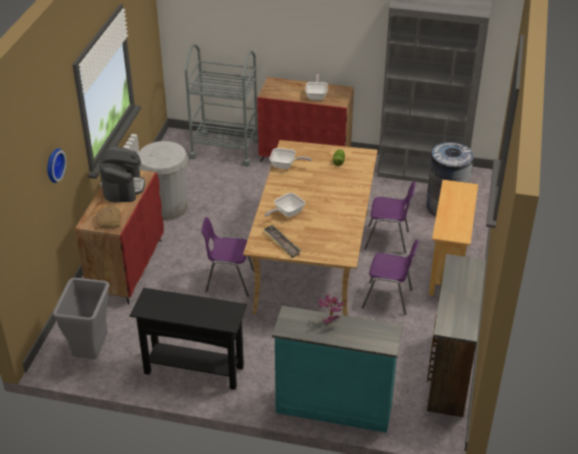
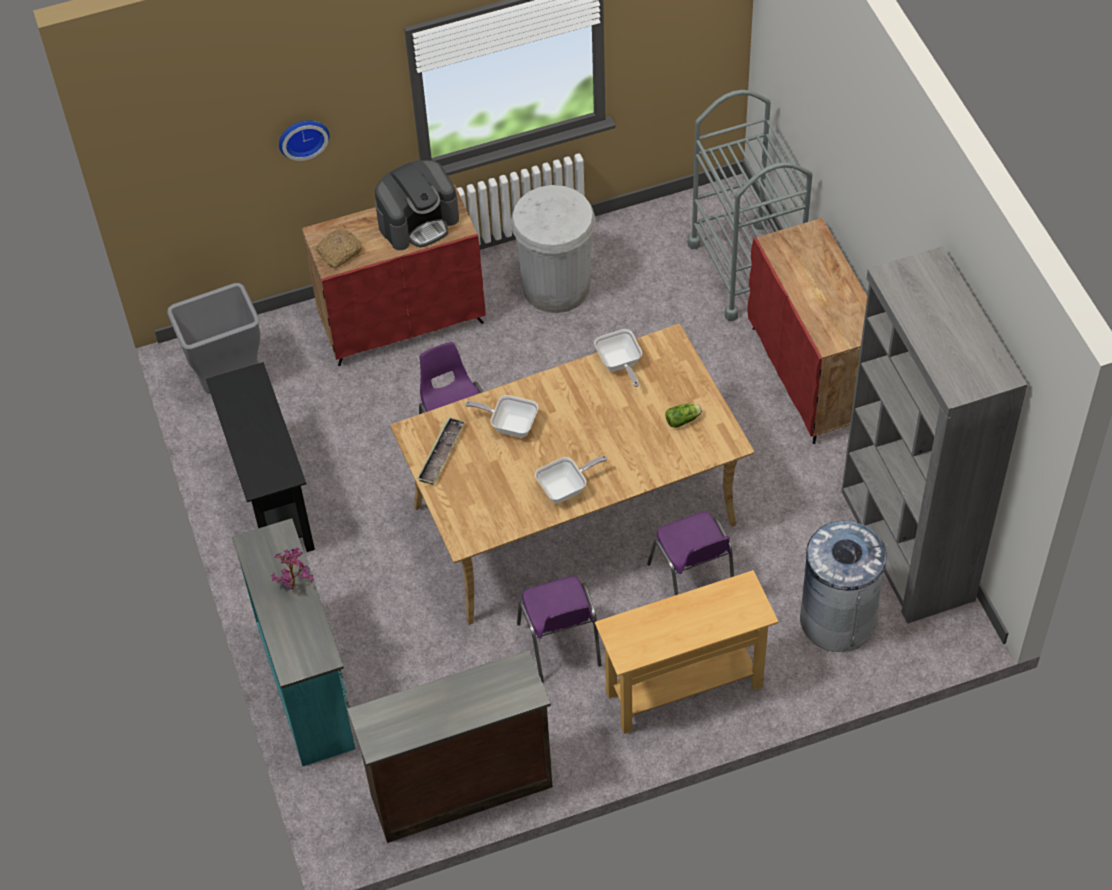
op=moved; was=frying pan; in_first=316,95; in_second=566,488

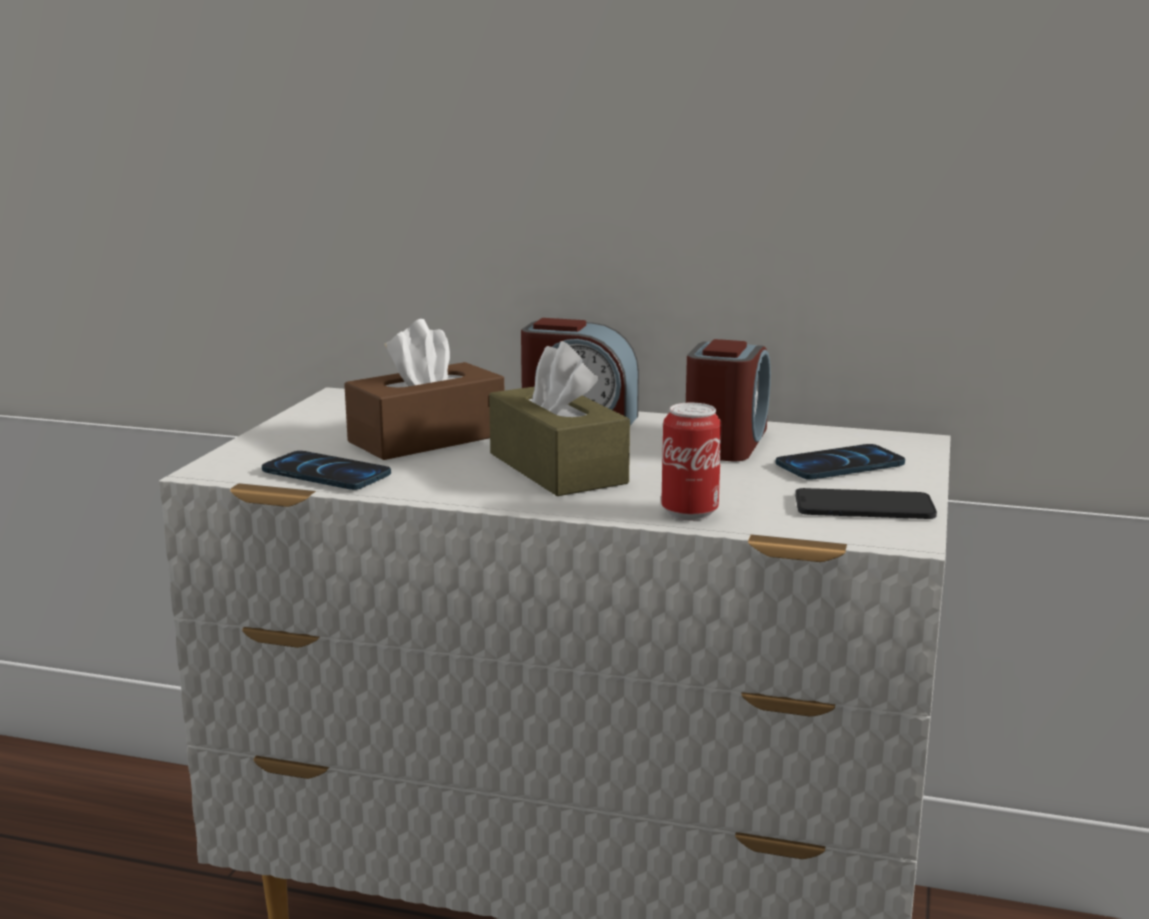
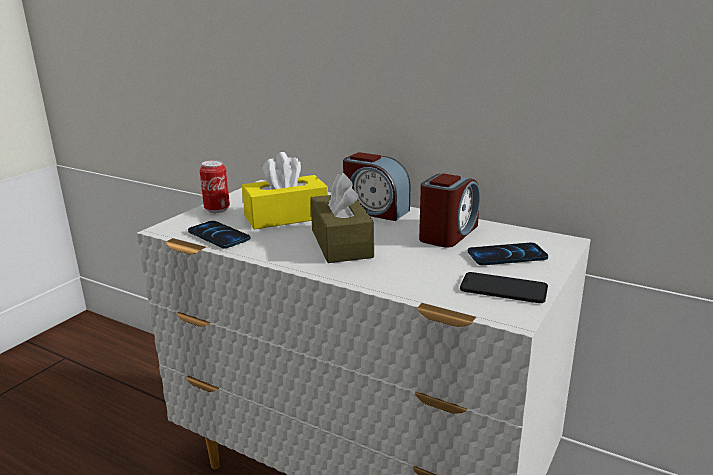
op=moved; was=can; in_first=689,513; in_second=217,209
op=recoloured; was=brown tissue box; now=yellow tissue box; in_first=427,438; in_second=286,217

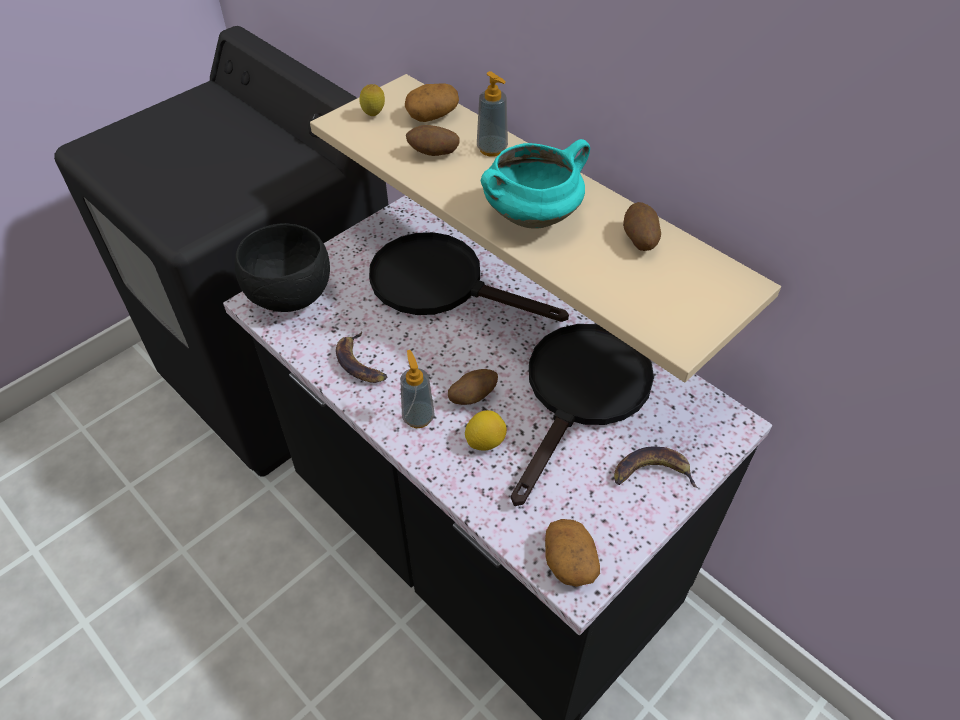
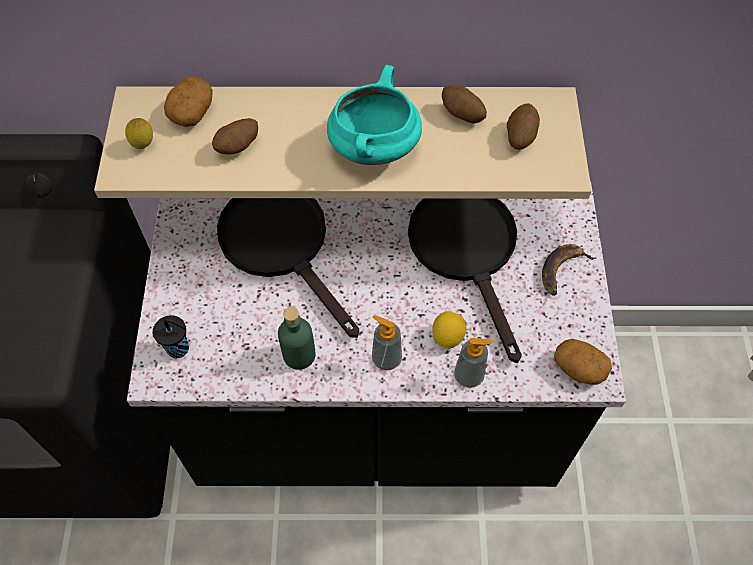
op=replaced; was=black bowl; now=black cup; in_first=292,297; in_second=179,349
op=turned; was=black frying pan; in_first=442,284; in_second=283,246; clockwise=75
op=replaced; was=banana; now=green bottle; in_first=361,363; in_second=299,355
op=moved; was=soap dispenser; in_first=492,149; in_second=469,376
op=moved; was=potato; in_first=472,396; in_second=519,137

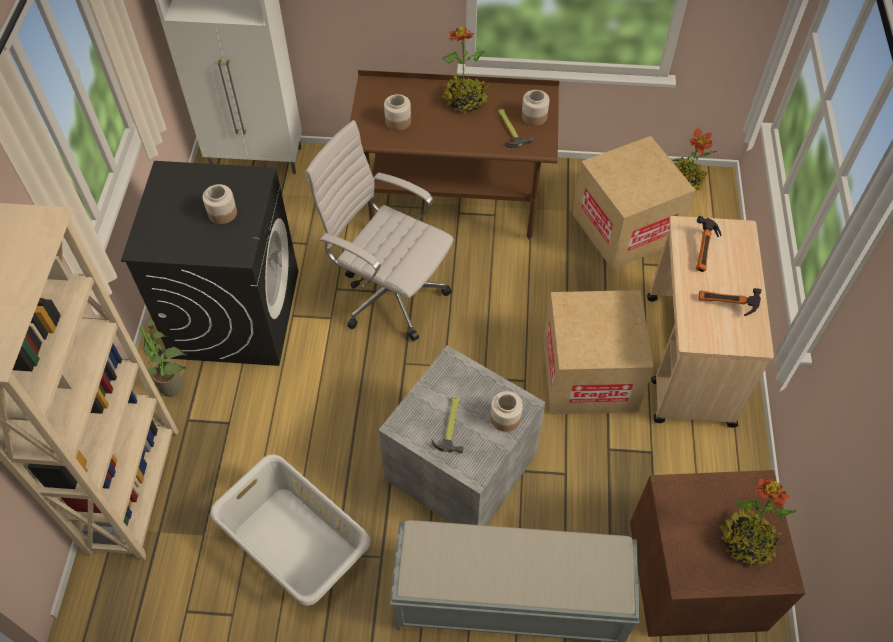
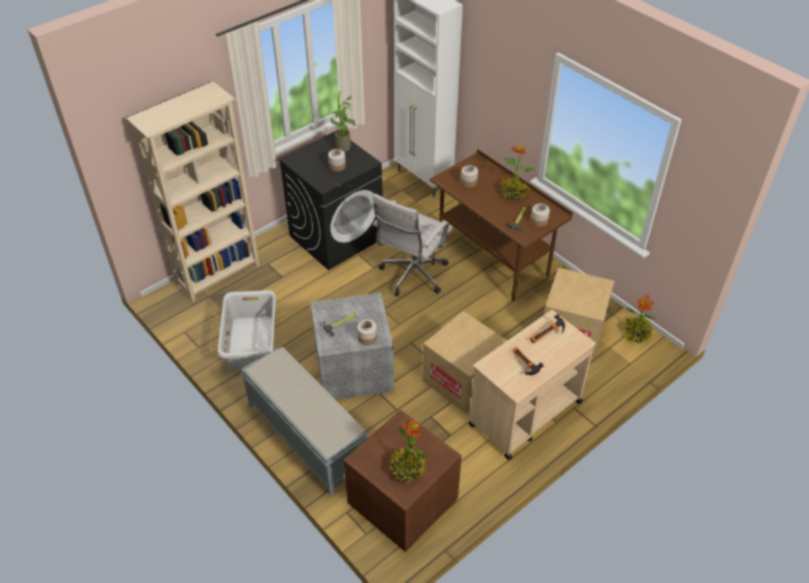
op=moved; was=potted plant; in_first=175,386; in_second=345,148
op=turned; was=white office chair; in_first=388,294; in_second=412,276; clockwise=-135

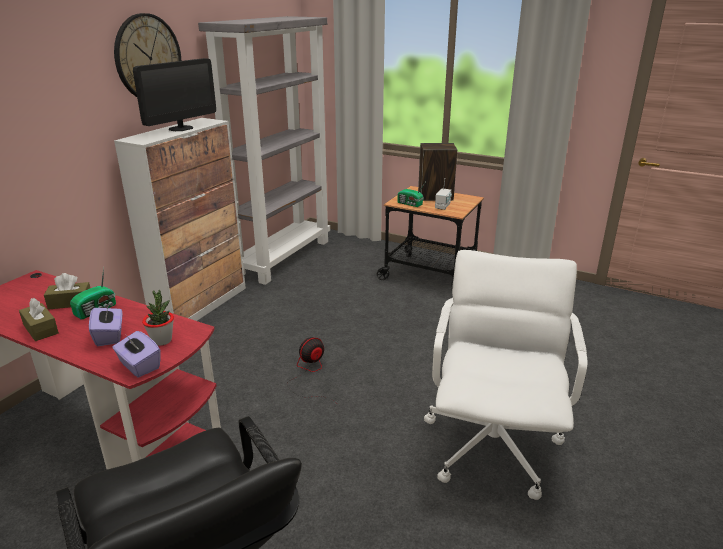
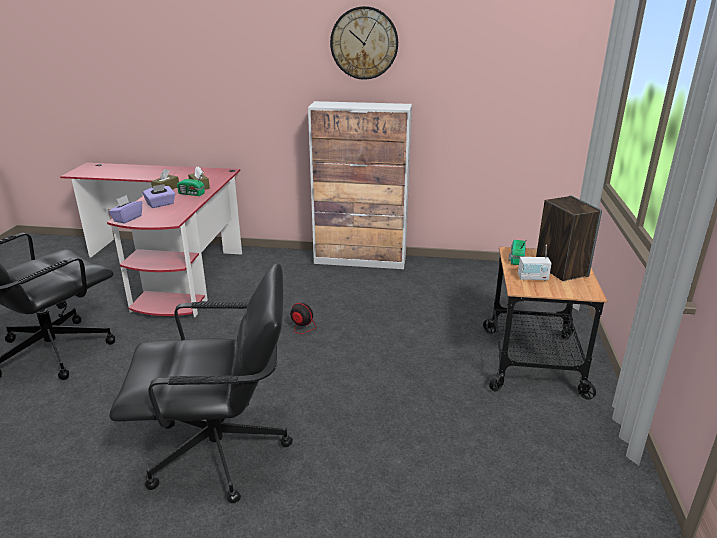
op=recoloured; was=white office chair; now=black office chair; in_first=493,446; in_second=220,452
op=removed; was=monitor; in_first=181,128
op=removed; was=potted plant; in_first=162,340
op=removed; was=grey bookcase; in_first=283,257

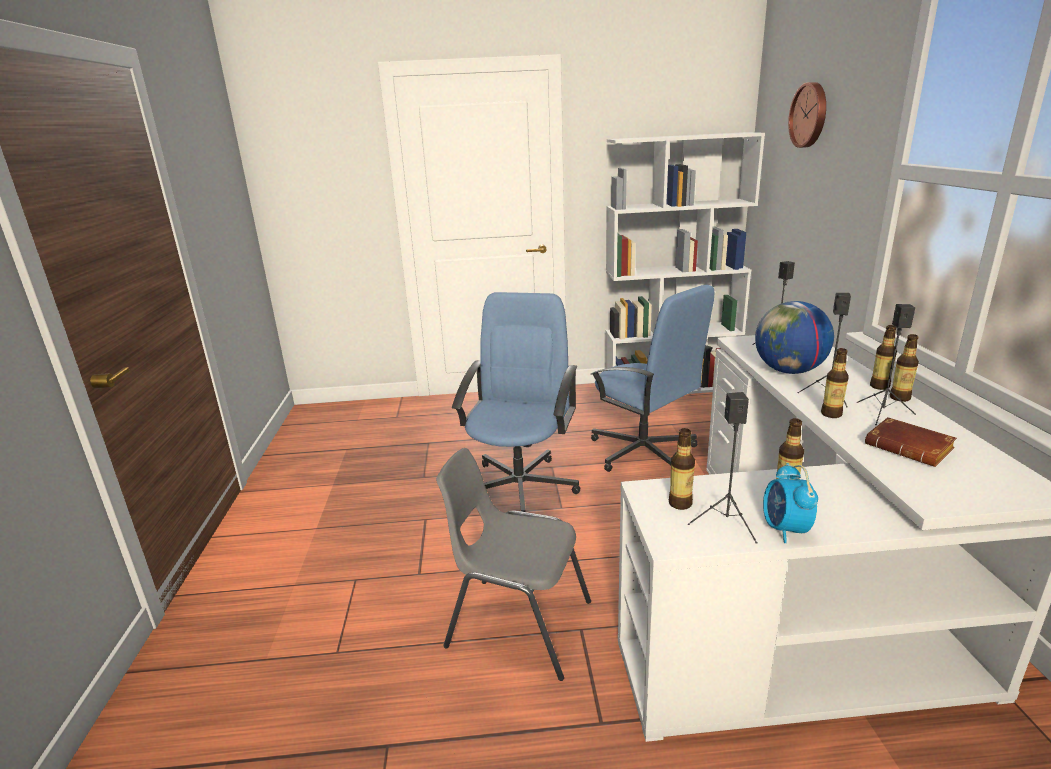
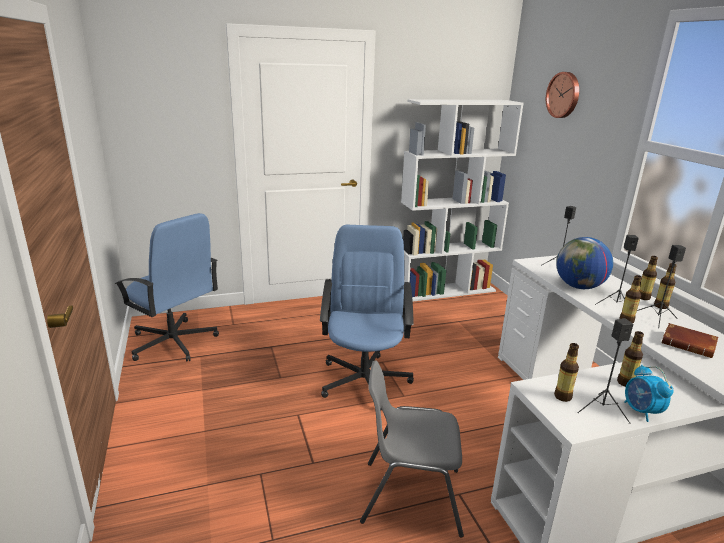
op=moved; was=blue office chair; in_first=644,452; in_second=173,342

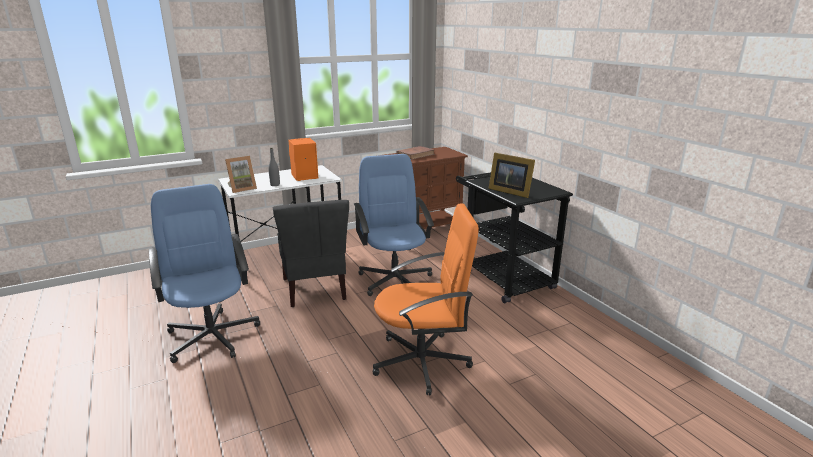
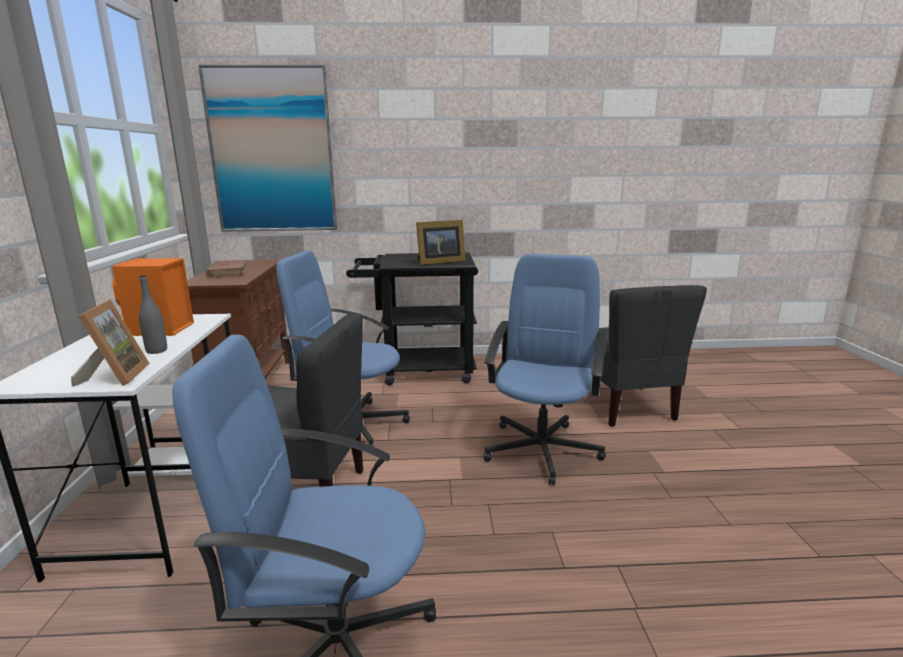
op=added; now=picture; in_second=272,151
op=recoloured; was=orange office chair; now=blue office chair; in_first=423,361; in_second=542,449
op=added; now=grey chair; in_second=625,406

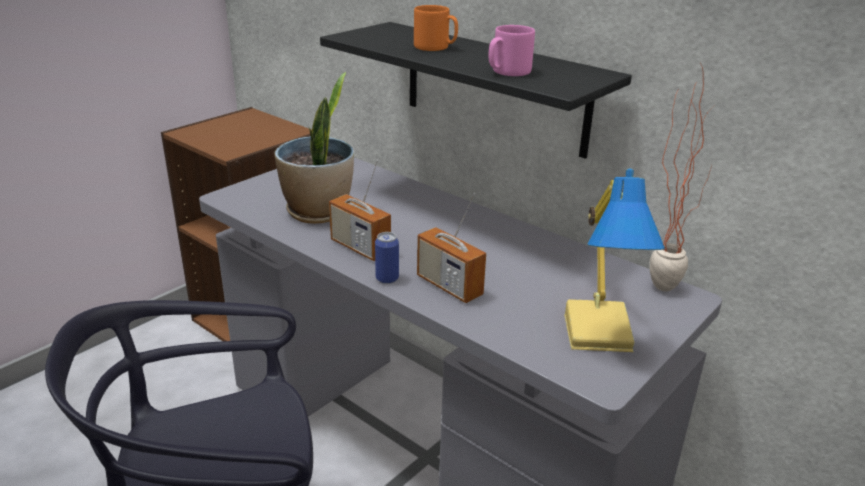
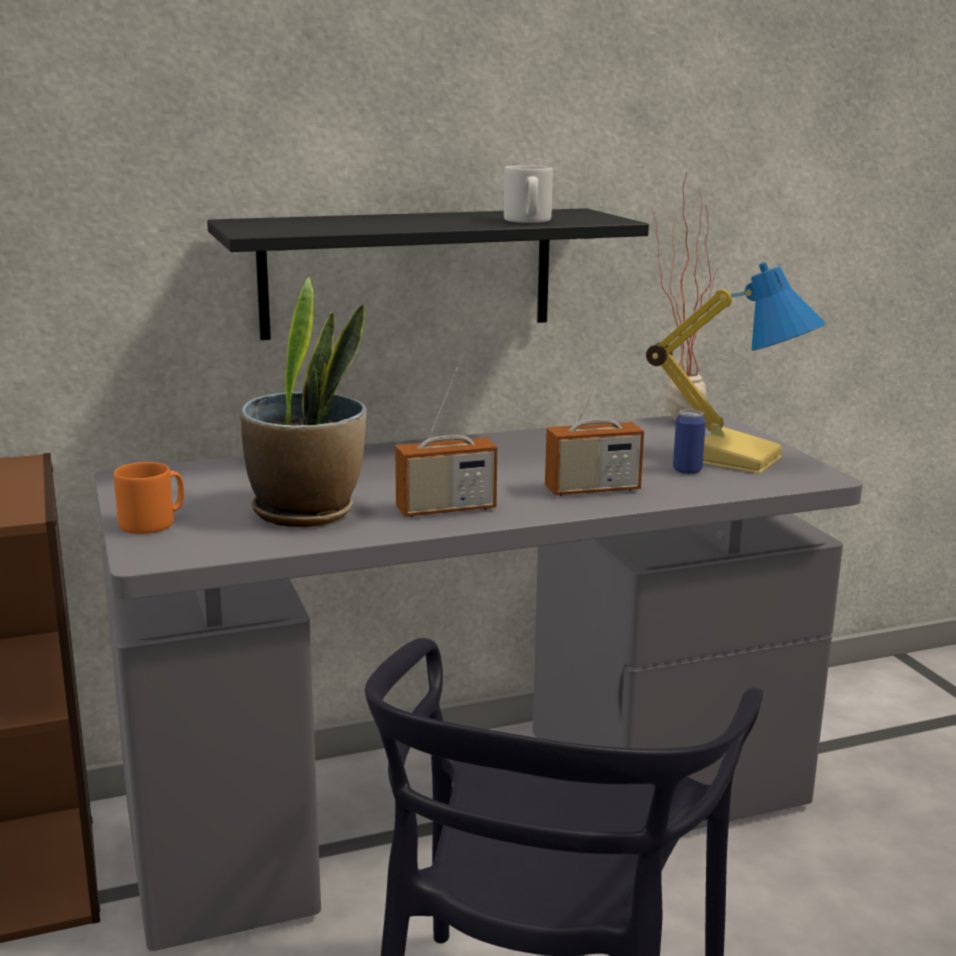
op=moved; was=orange mug; in_first=435,47; in_second=153,523
op=recoloured; was=pink mug; now=grey mug; in_first=507,72; in_second=528,221
op=moved; was=can; in_first=387,278; in_second=687,470

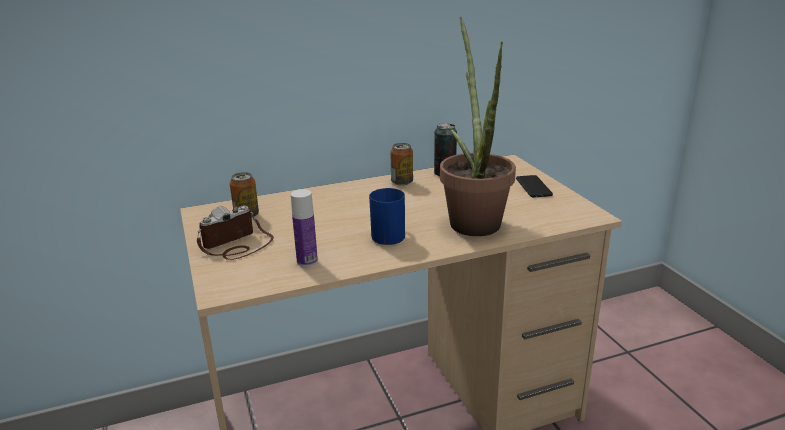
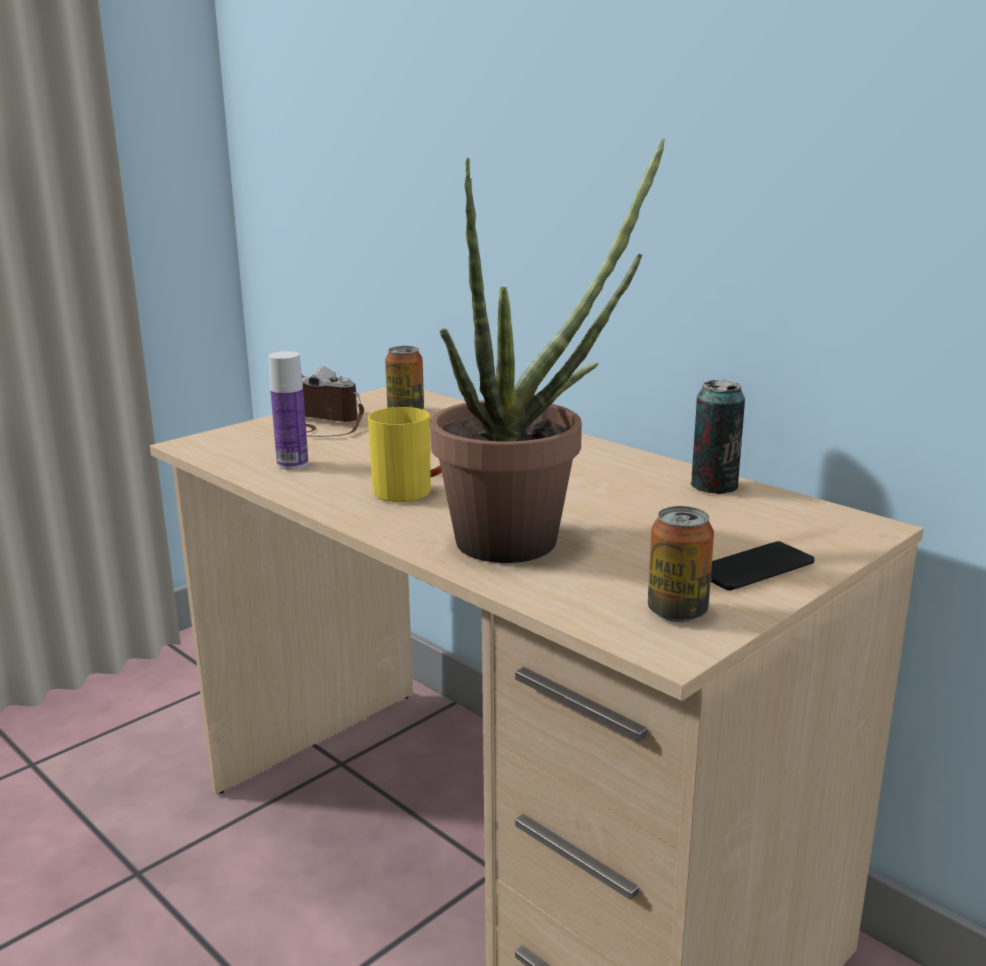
op=recoloured; was=blue mug; now=yellow mug; in_first=389,234; in_second=414,491
op=moved; was=can; in_first=402,182; in_second=677,612

